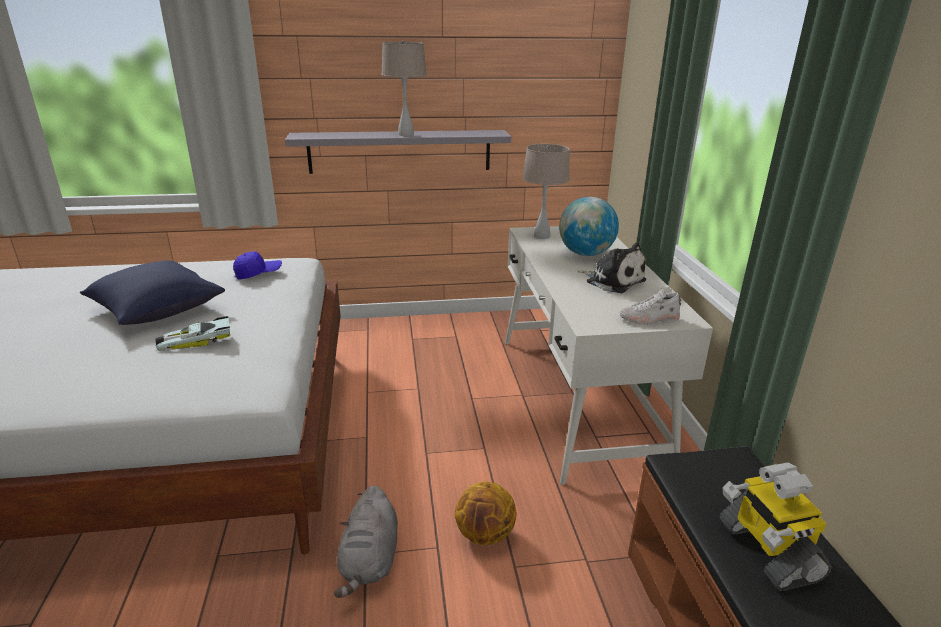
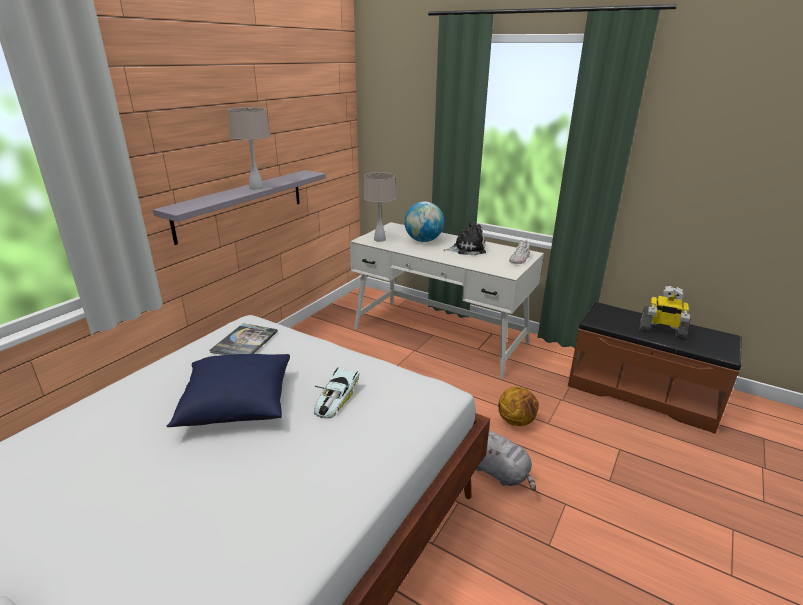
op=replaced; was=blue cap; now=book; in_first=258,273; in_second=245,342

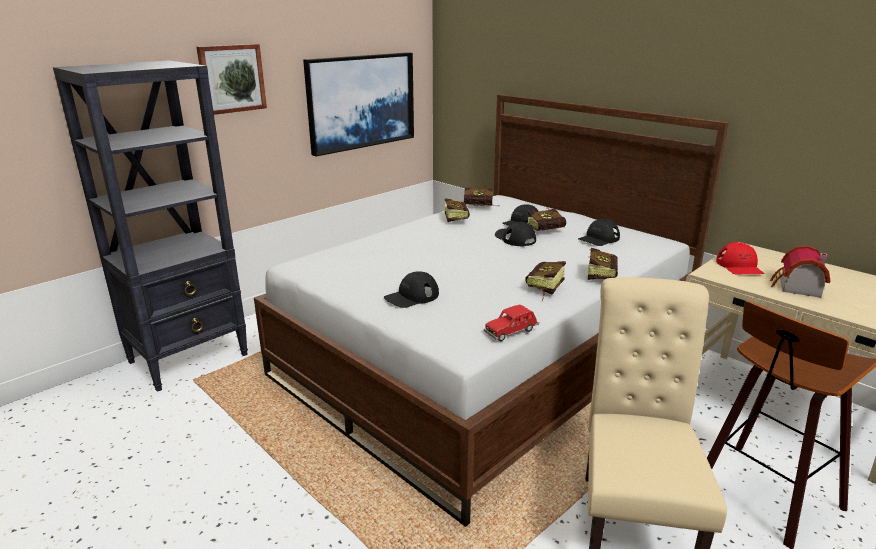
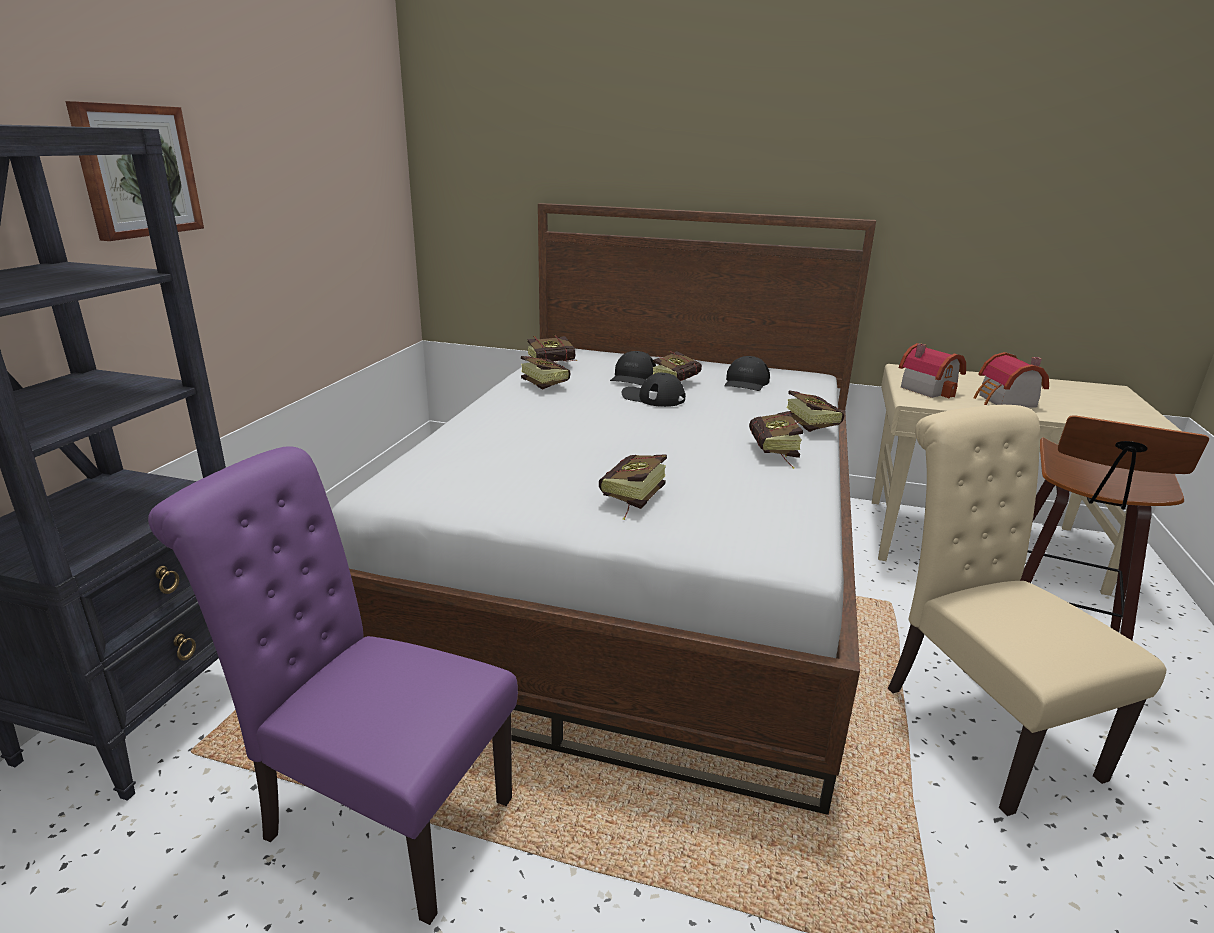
op=added; now=purple chair; in_second=376,815
op=replaced; was=black cap; now=book; in_first=411,296; in_second=630,500
op=replaced; was=red cap; now=toy house; in_first=739,266; in_second=928,389
op=removed; was=picture; in_first=361,101
op=removed; was=red toy car; in_first=511,332

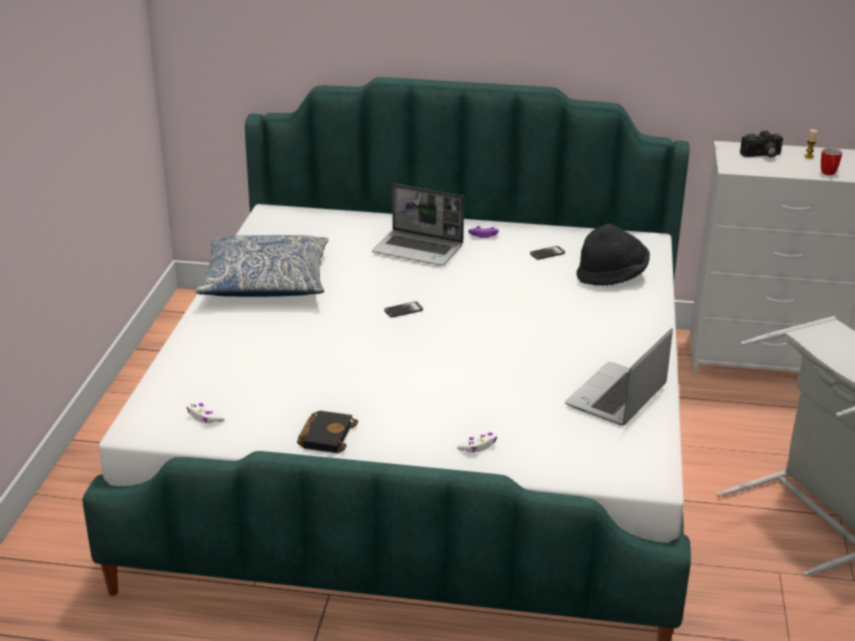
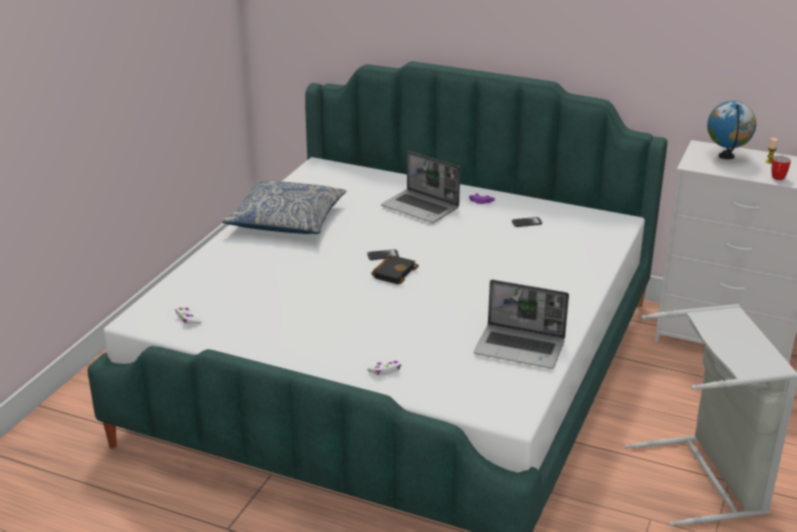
op=moved; was=black book; in_first=326,435; in_second=394,272
op=turned; was=laptop; in_first=617,397; in_second=521,348; clockwise=-120
op=replaced; was=photo camera; now=globe; in_first=762,155; in_second=726,156
op=removed; was=black hat; in_first=612,276

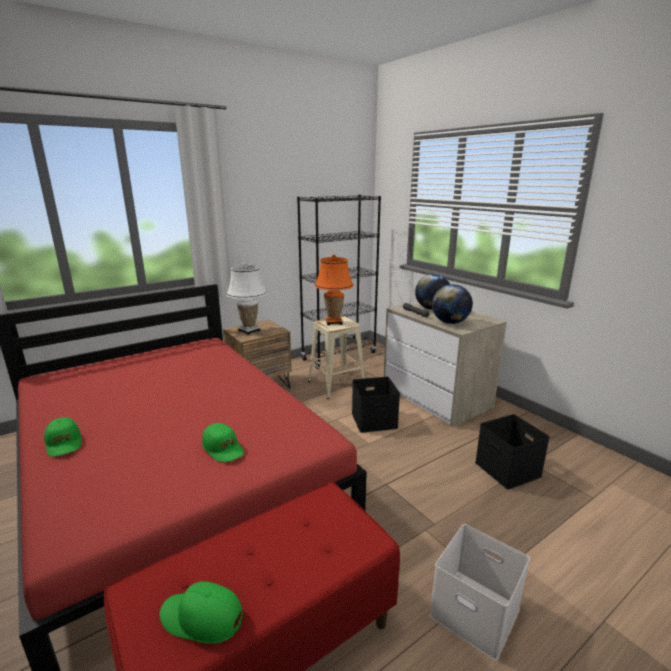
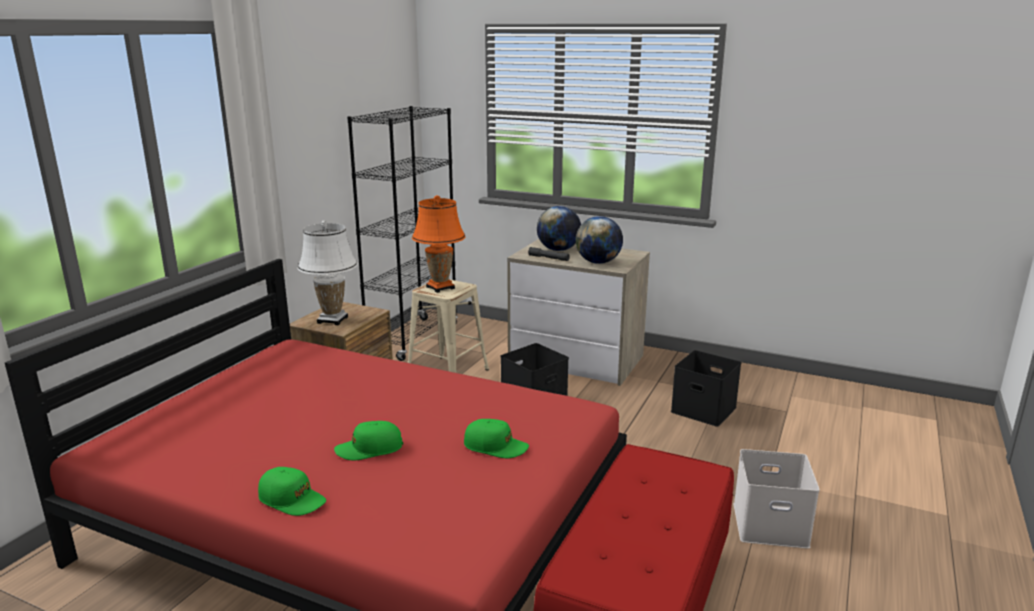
op=moved; was=green cap; in_first=202,618; in_second=369,449

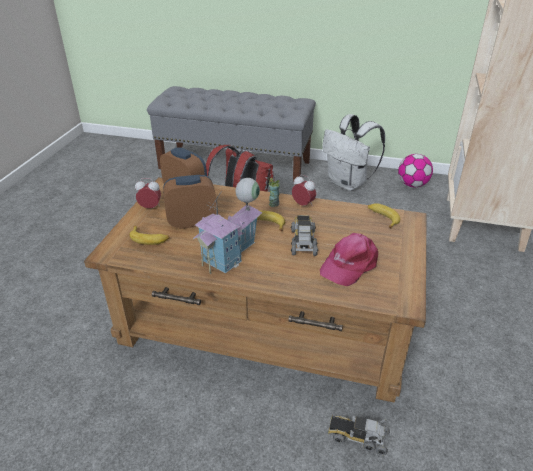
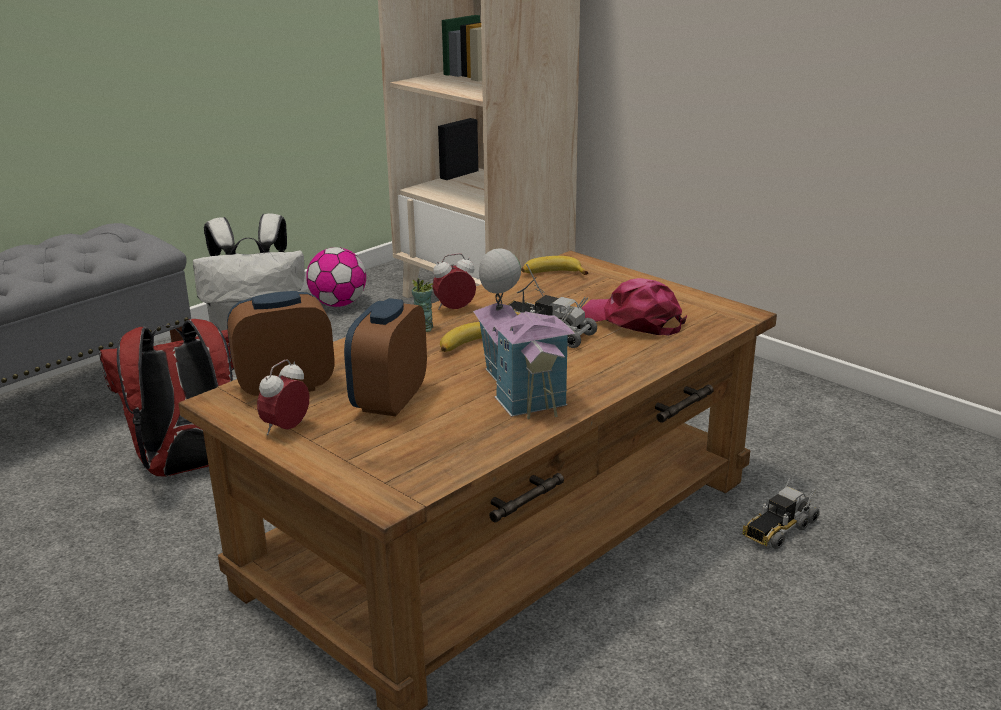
op=turned; was=pink cap; in_first=349,265; in_second=633,321; clockwise=150
op=removed; was=banana; in_first=149,239

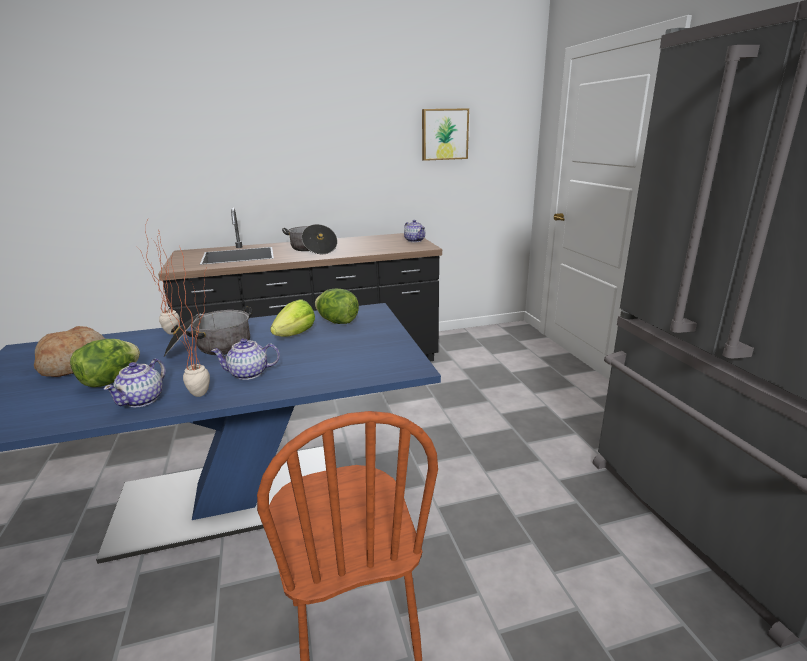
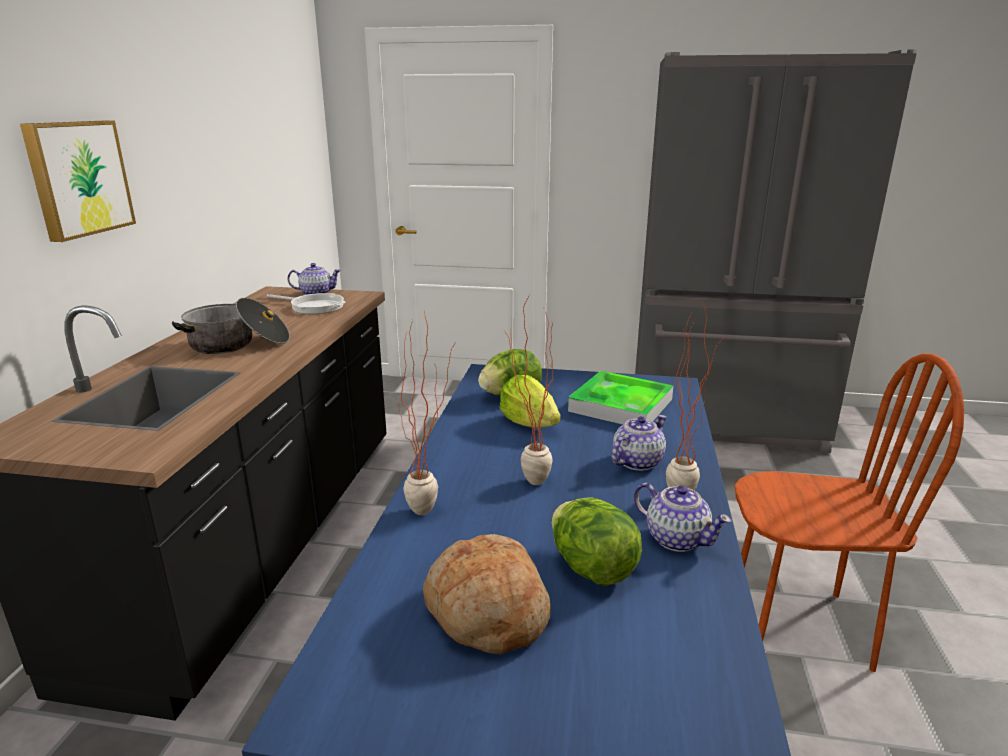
op=moved; was=picture; in_first=444,134; in_second=78,178
op=added; now=frying pan; in_second=314,307
op=replaced; was=cooking pot; now=potted plant; in_first=211,348; in_second=525,481
op=added; now=tray; in_second=620,405
op=turned; was=teapot; in_first=249,374; in_second=636,462; clockwise=-150

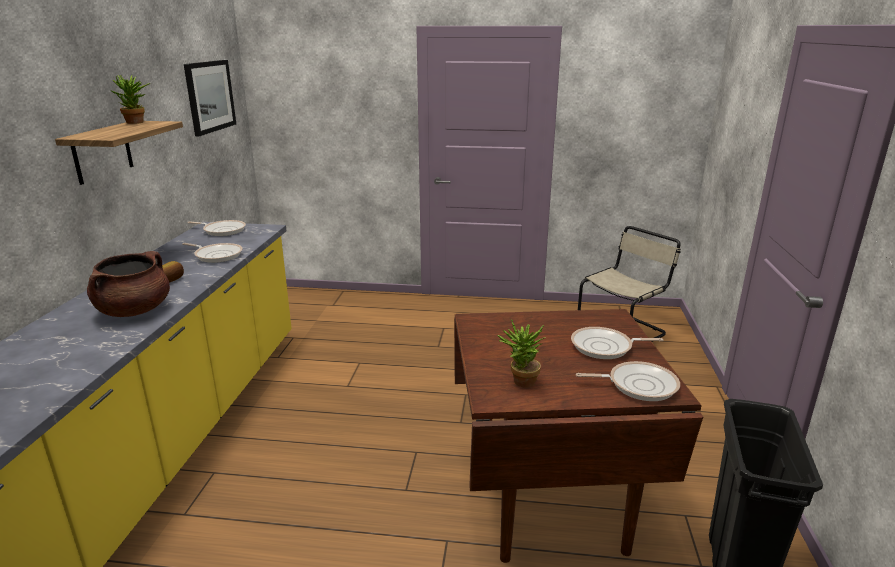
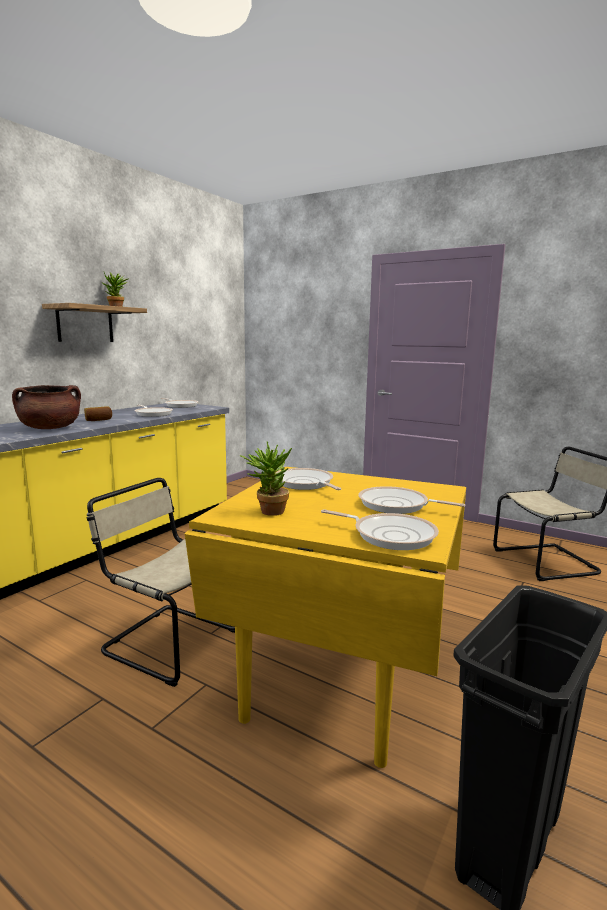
op=added; now=beige chair; in_second=168,641
op=recoloured; was=brown dining table; now=yellow dining table; in_first=550,499; in_second=339,682
op=added; now=frying pan; in_second=305,484
op=removed; was=picture; in_first=210,96

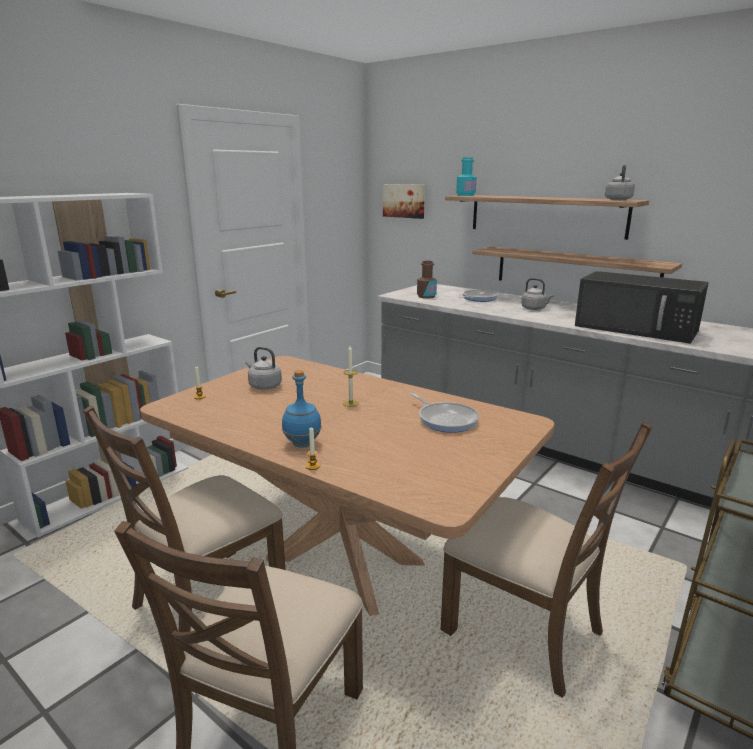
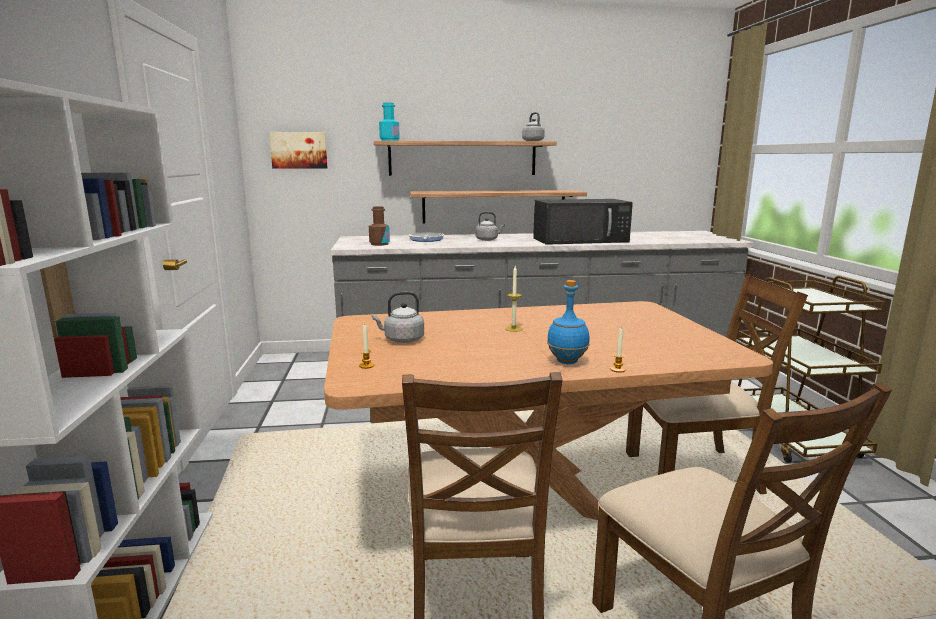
op=removed; was=frying pan; in_first=446,419

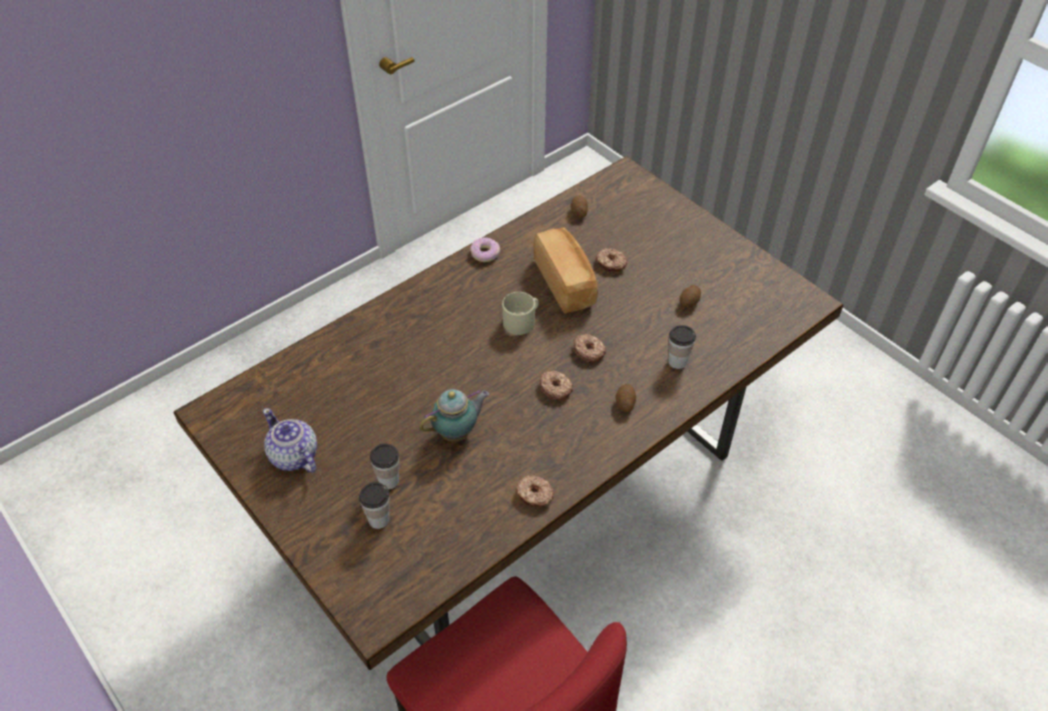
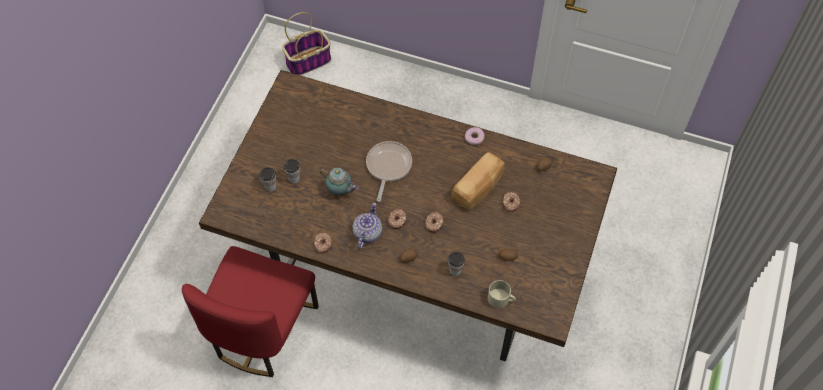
op=added; now=basket; in_second=308,61
op=moved; was=teapot; in_first=294,456; in_second=367,233
op=added; now=frying pan; in_second=388,167
op=moved; was=beige mug; in_first=522,321; in_second=501,299

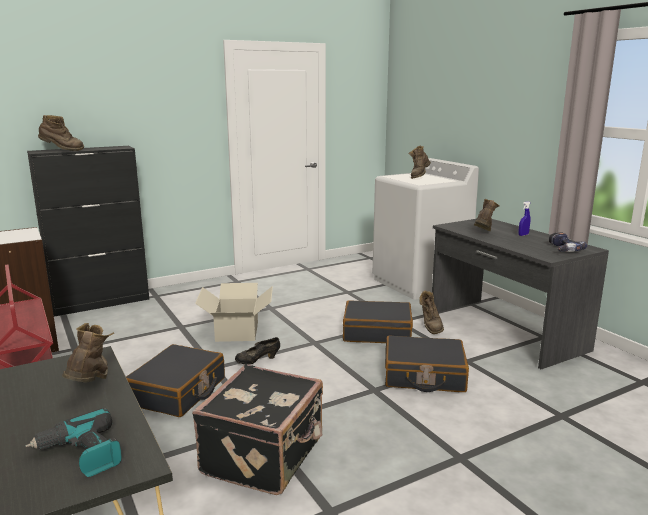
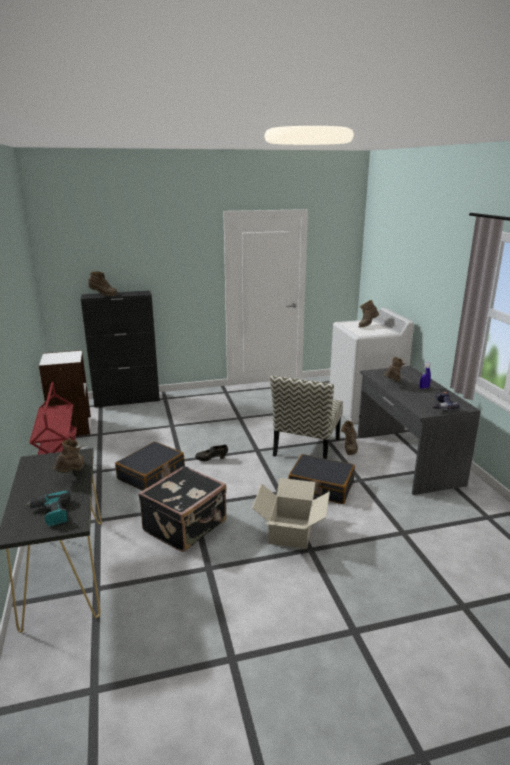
op=moved; was=cardboard box; in_first=237,331; in_second=291,532
op=replaced; was=black suitcase; now=chair; in_first=377,332; in_second=306,448

